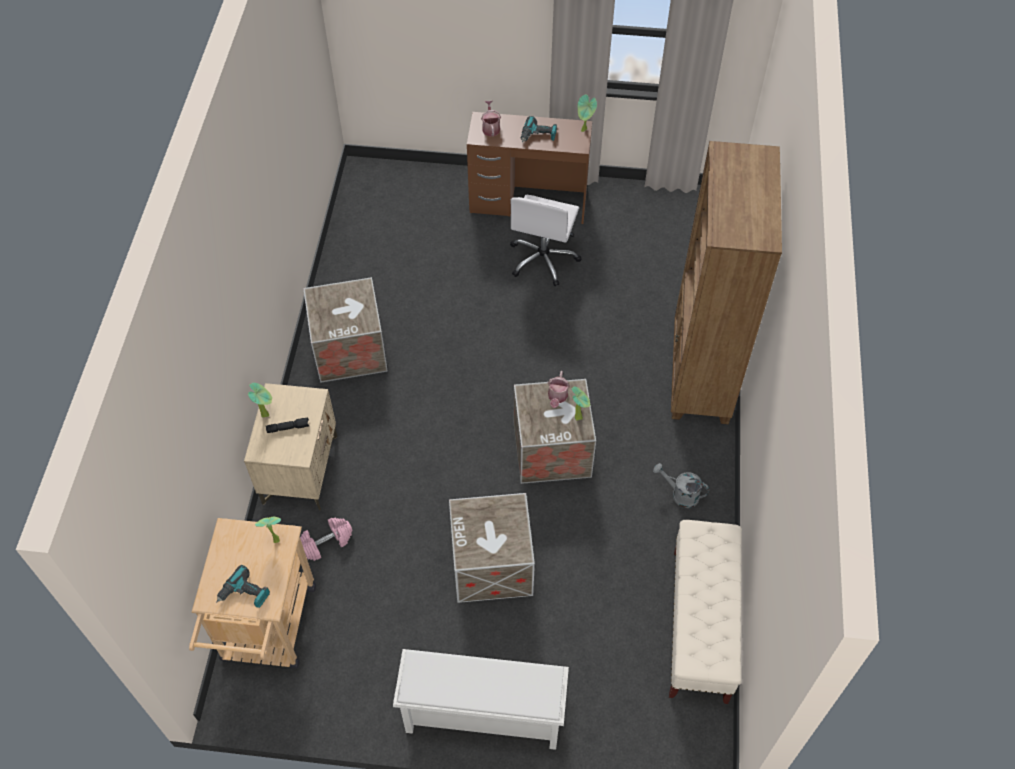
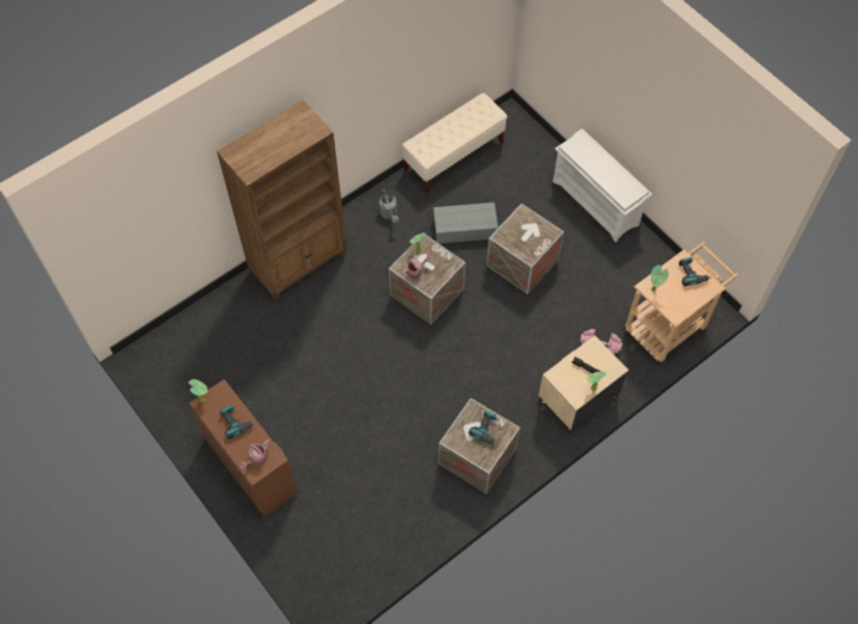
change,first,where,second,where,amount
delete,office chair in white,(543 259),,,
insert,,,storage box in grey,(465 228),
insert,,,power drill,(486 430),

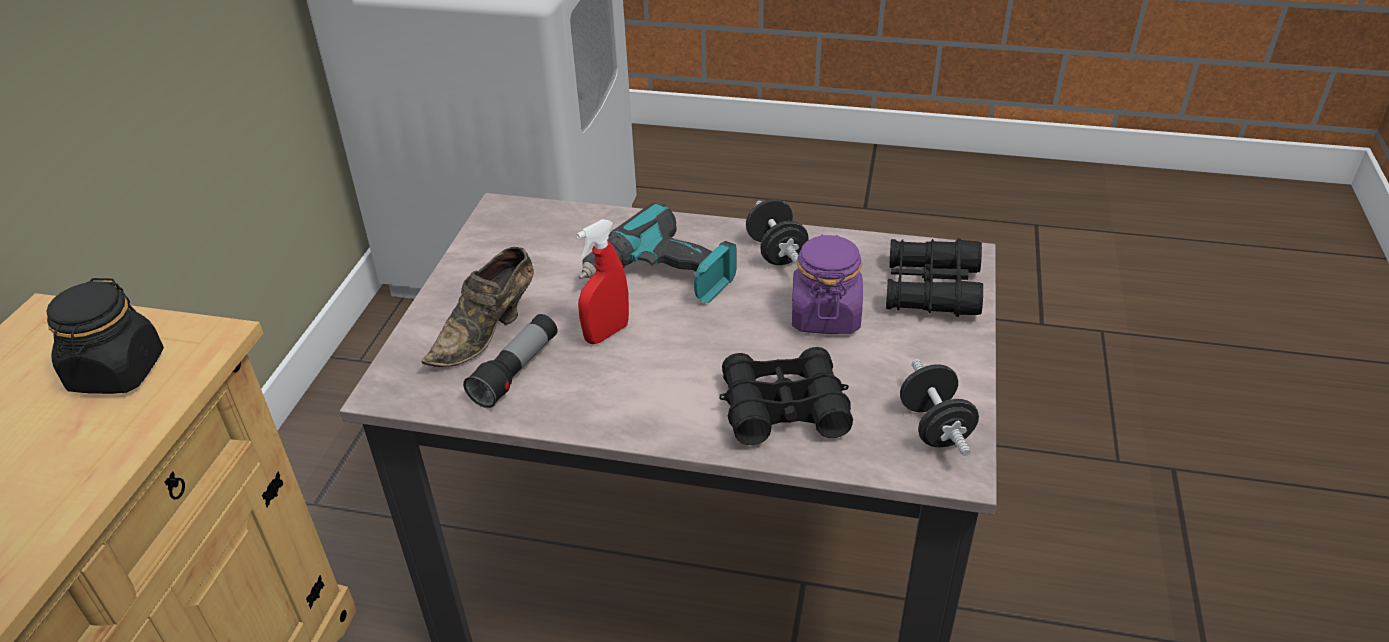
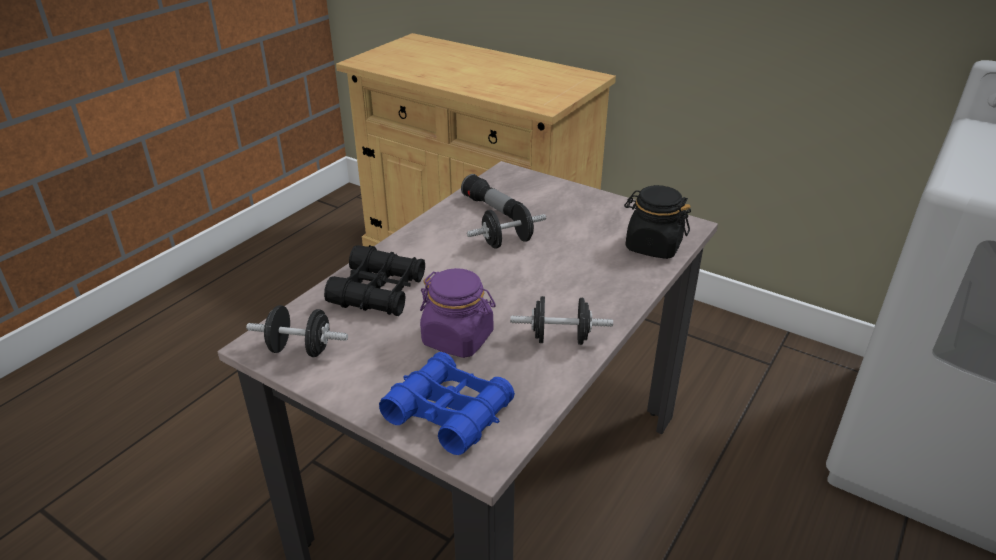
change,first,where,second,where,amount
delete,power drill,(662 277),,,
replace,spray bottle in red,(606 333),dumbbell in black,(507 242),
recolor,binoculars in black,(931 289),binoculars in blue,(449 412),
delete,shoe in brown,(488 332),,,
move,jar in black,(117 372),,(653 246),

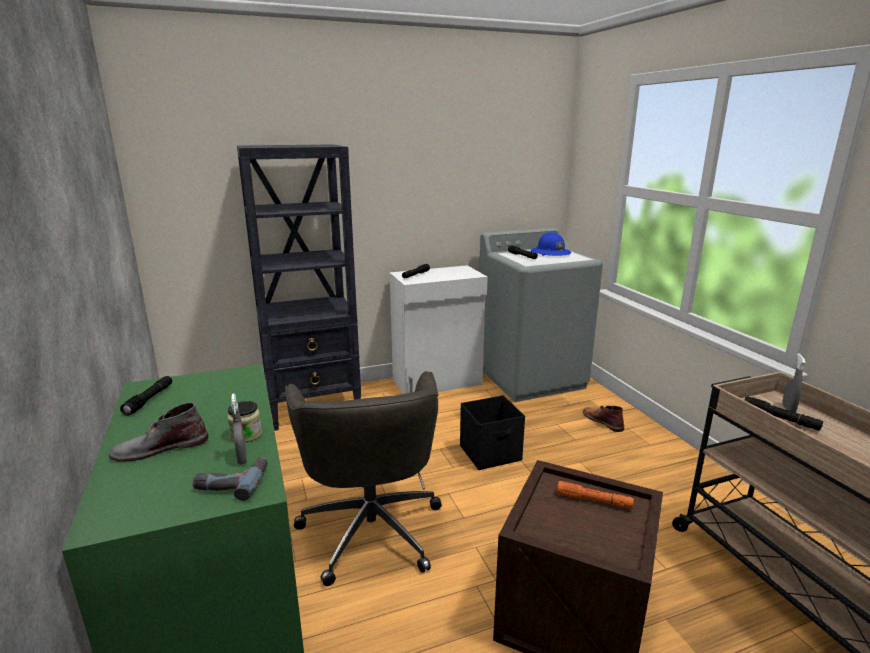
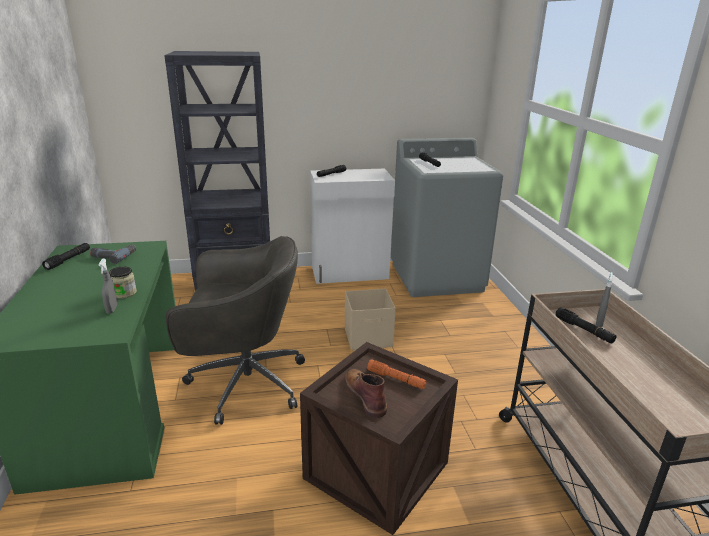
change,first,where,second,where,amount
delete,hard hat in blue,(550 253),,,
rotate,office chair in grey,(371 527),,(243 383),90 degrees counterclockwise
recolor,storage box in black,(491 453),storage box in beige,(369 338),
delete,boot in grey,(160 448),,,
move,boot in brown,(602 421),,(365 394),
move,power drill,(232 482),,(113 256),

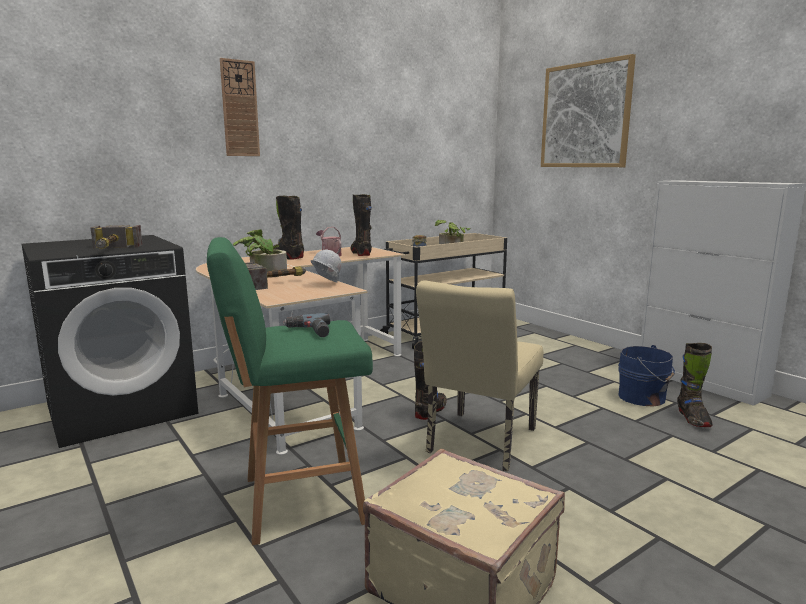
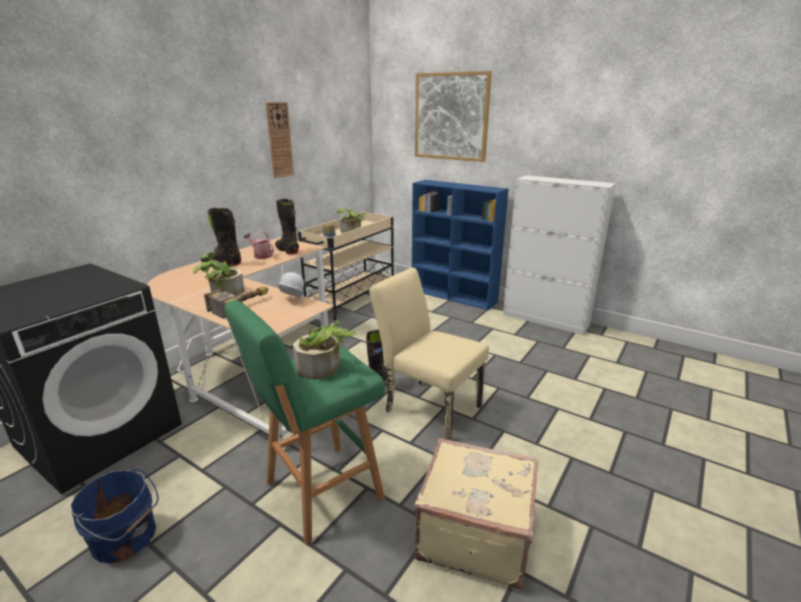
change,first,where,second,where,amount
move,wall clock,(240 108),,(279 140),
delete,hammer,(111 250),,,
rotate,chair in beige,(478 444),,(427 406),120 degrees clockwise
replace,power drill,(309 331),potted plant,(324 368),
delete,boot in black,(692 418),,,
move,bucket in blue,(644 398),,(126 538),
insert,,,bookcase in blue,(454 296),

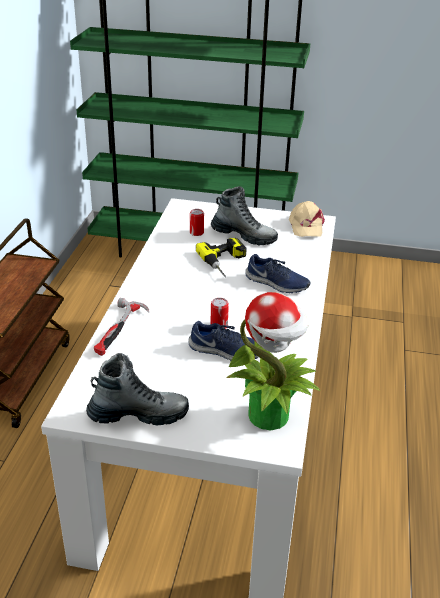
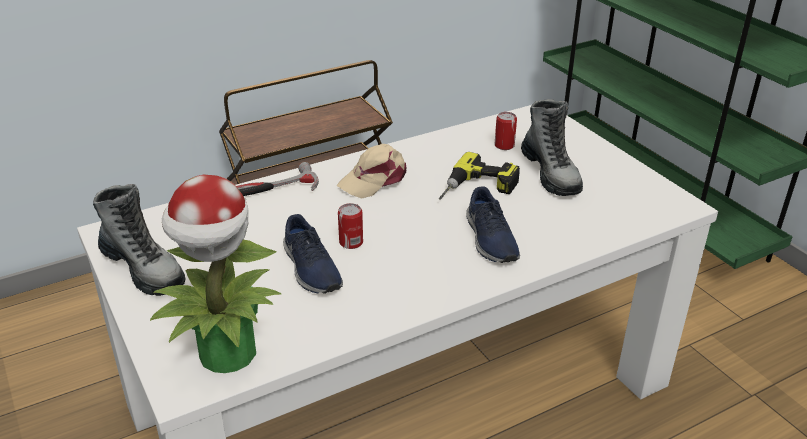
change,first,where,second,where,amount
move,cap in beige,(306 226),,(374 179),

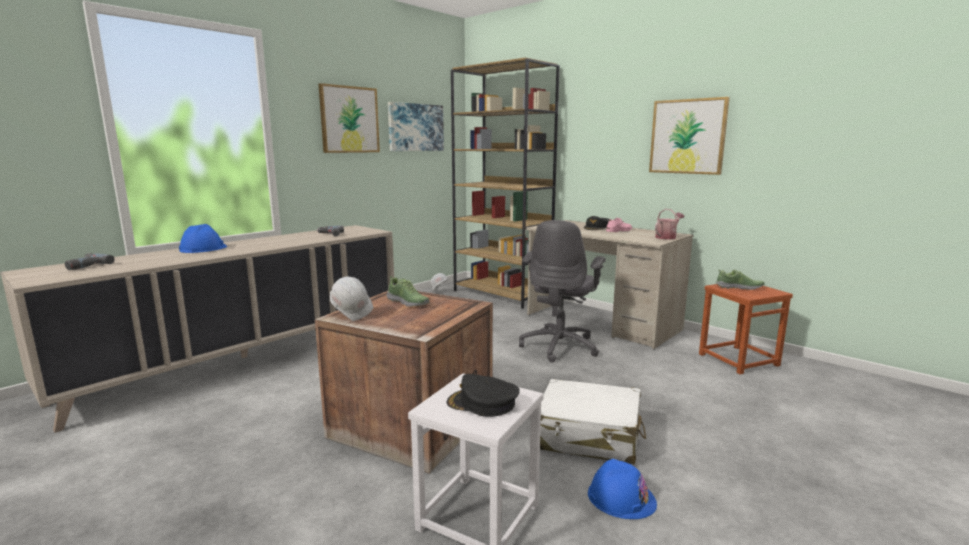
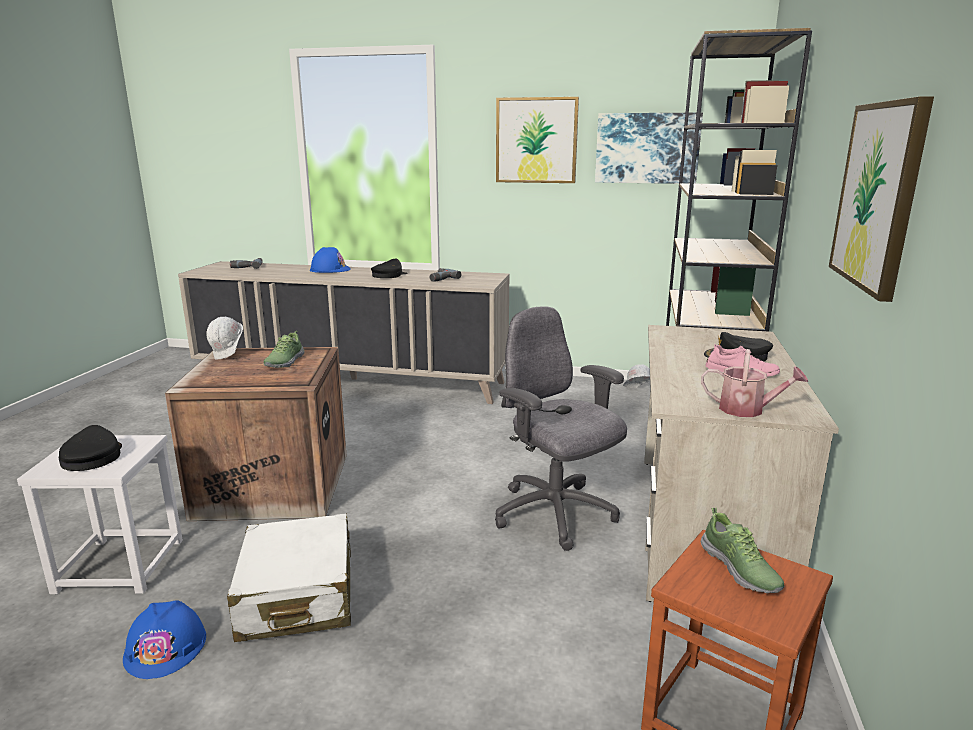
change,first,where,second,where,amount
rotate,office chair in grey,(560 346),,(555 515),60 degrees clockwise
insert,,,cap in black,(389 275),

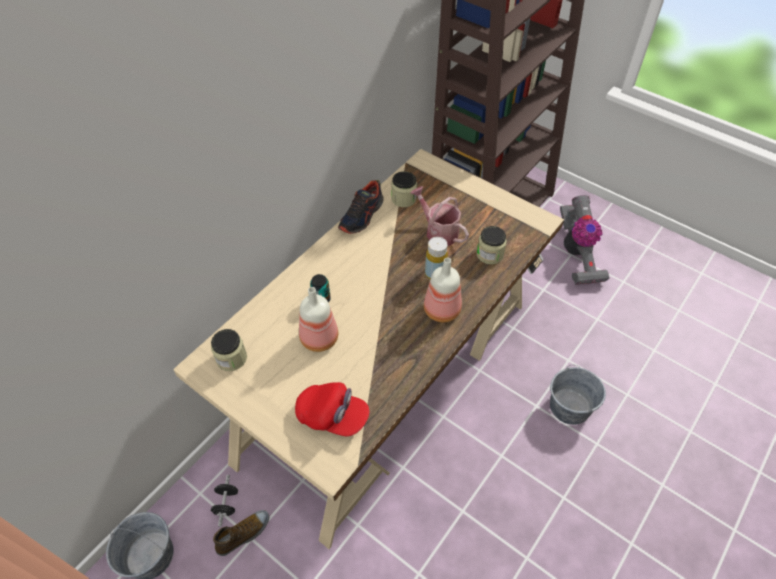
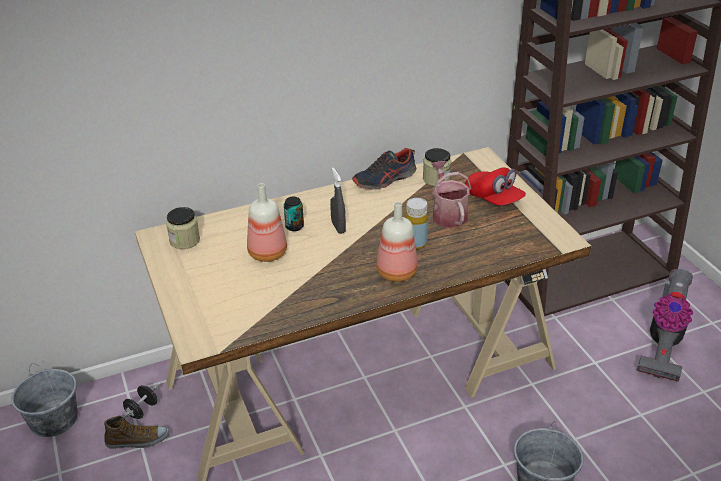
change,first,where,second,where,amount
delete,jar,(489 254),,,
move,cap in red,(332 416),,(493 199),
insert,,,spray bottle in grey,(338 227),

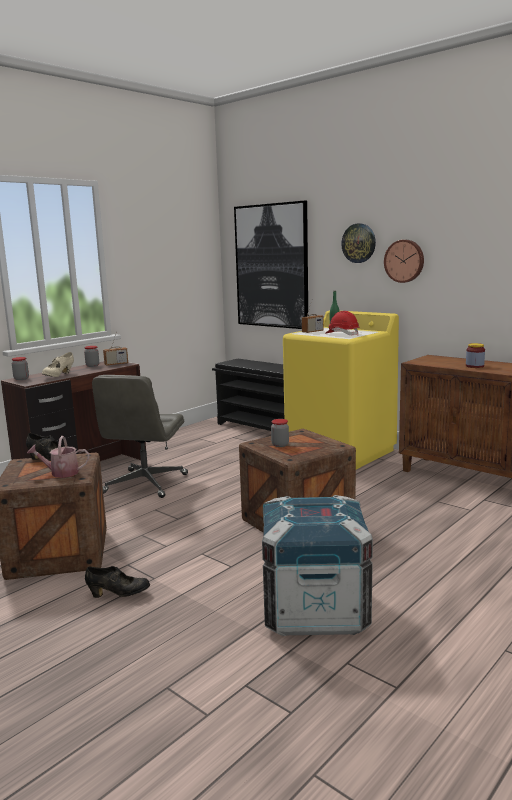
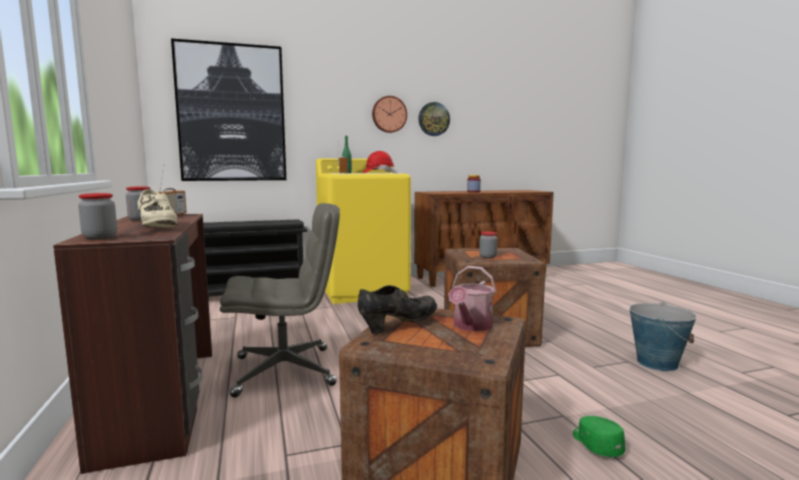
change,first,where,second,where,amount
move,wall clock,(359 243),,(434 119),
rotate,office chair in grey,(145 484),,(285 370),60 degrees counterclockwise
replace,crate,(315 610),bucket,(657 363),
replace,shoe in black,(118 595),cap in green,(596 444),

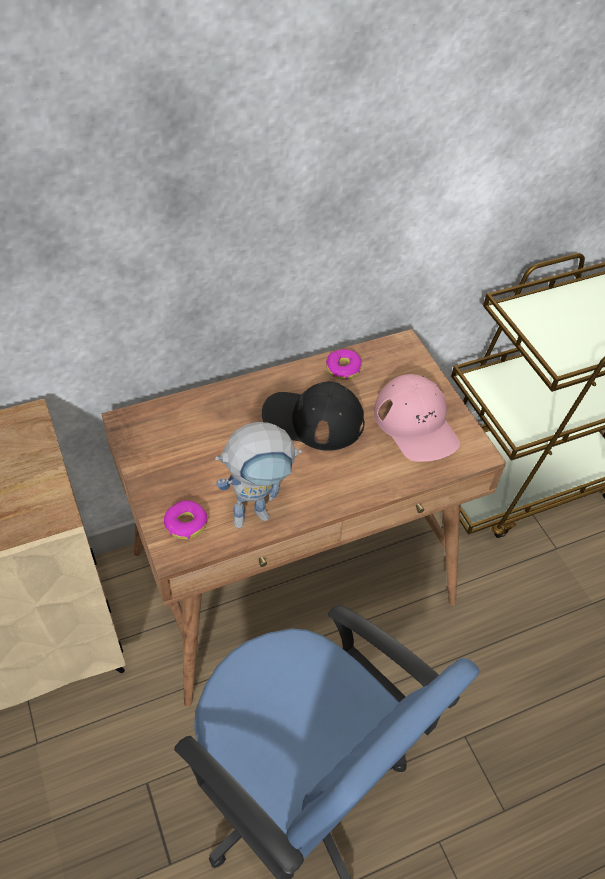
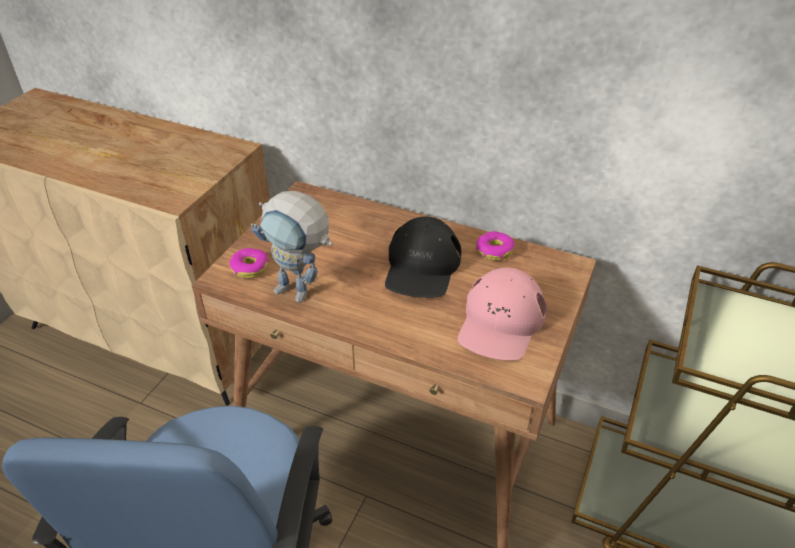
change,first,where,second,where,amount
rotate,cap in black,(312 420),,(422 267),135 degrees counterclockwise

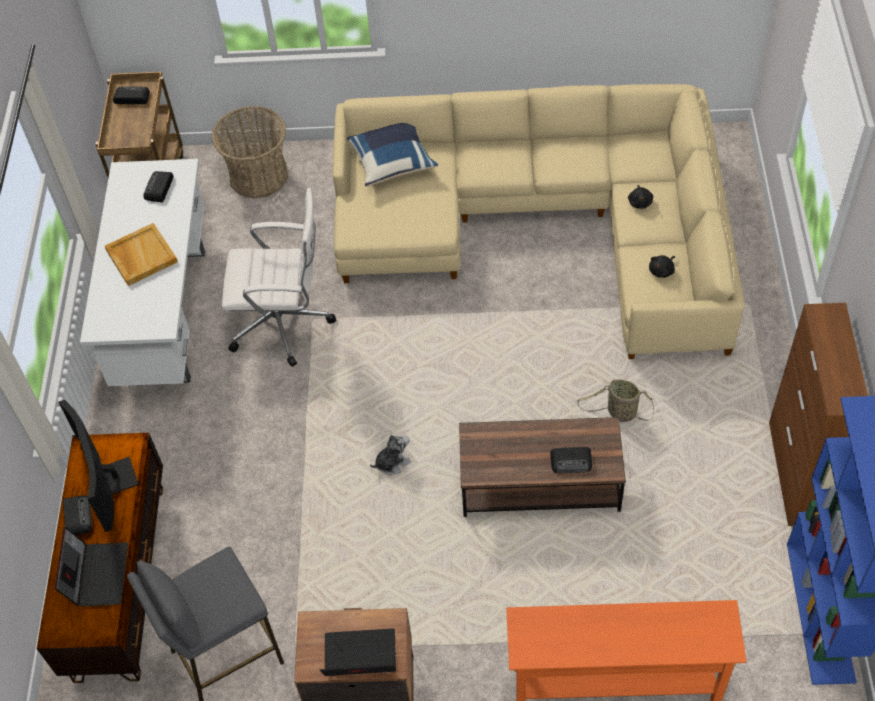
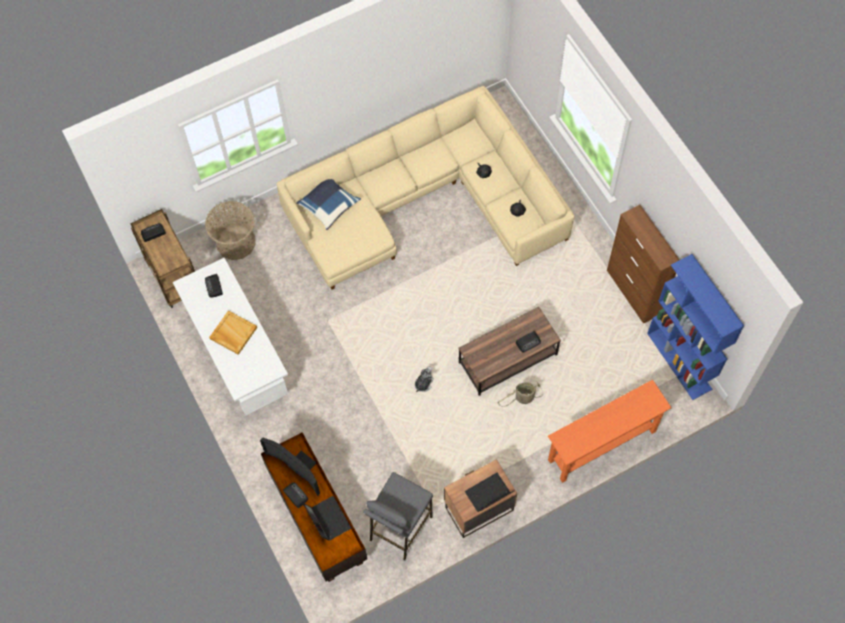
change,first,where,second,where,amount
delete,office chair in white,(283 323),,,
move,basket,(619 412),,(523 398),

